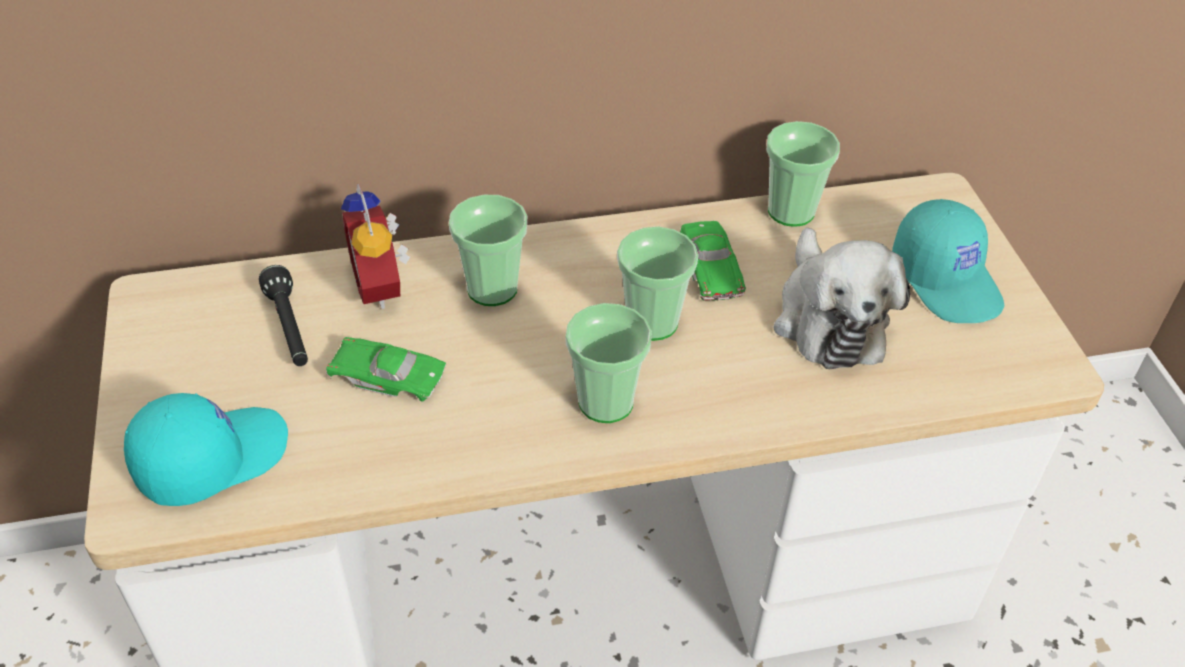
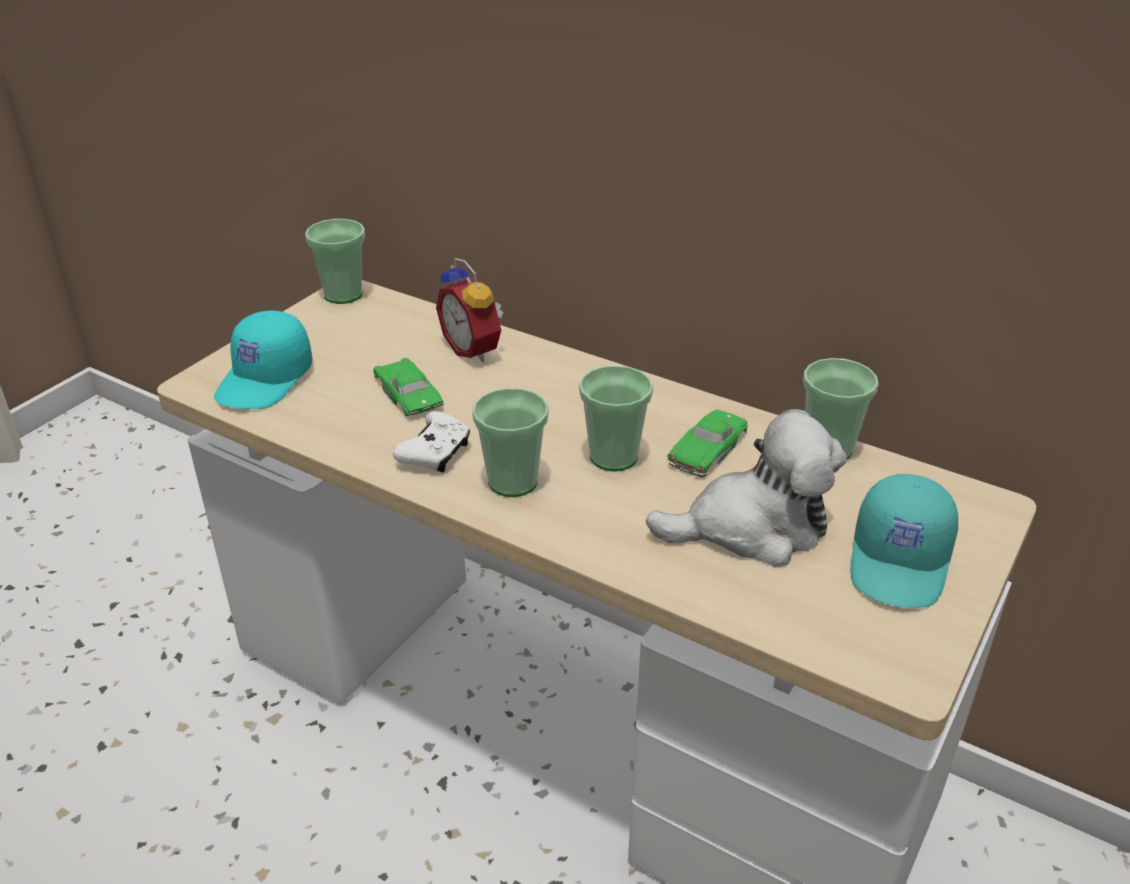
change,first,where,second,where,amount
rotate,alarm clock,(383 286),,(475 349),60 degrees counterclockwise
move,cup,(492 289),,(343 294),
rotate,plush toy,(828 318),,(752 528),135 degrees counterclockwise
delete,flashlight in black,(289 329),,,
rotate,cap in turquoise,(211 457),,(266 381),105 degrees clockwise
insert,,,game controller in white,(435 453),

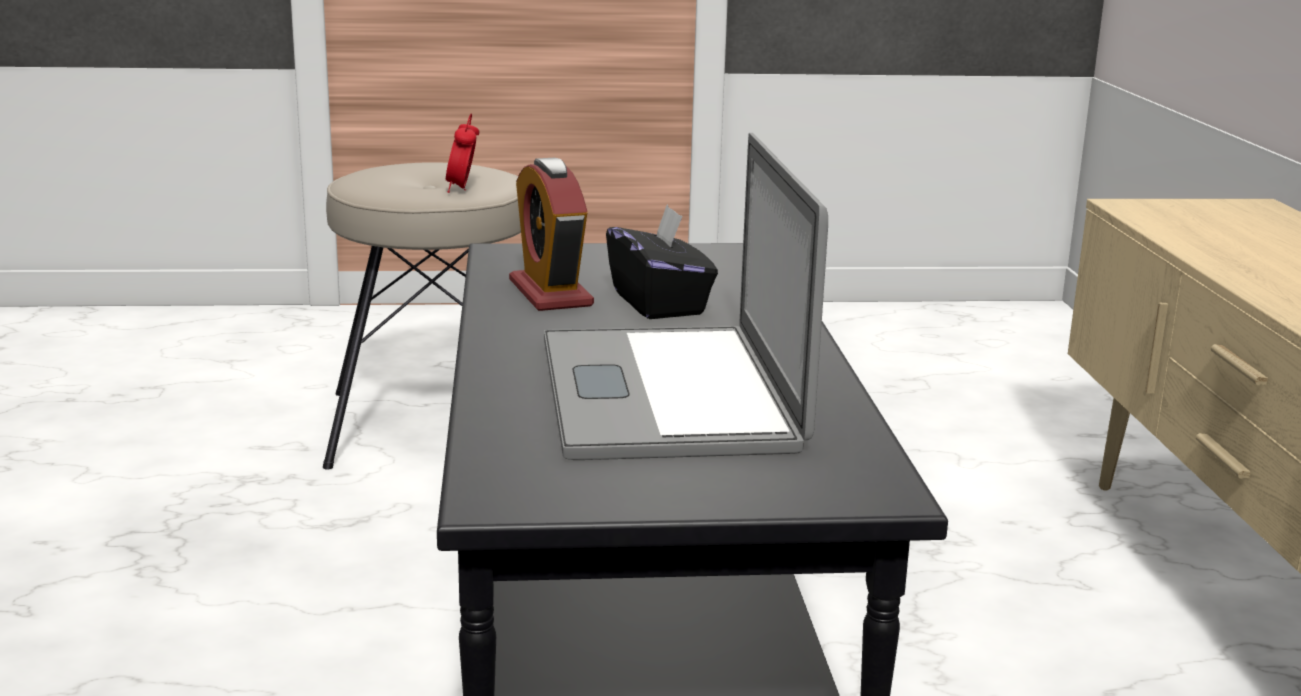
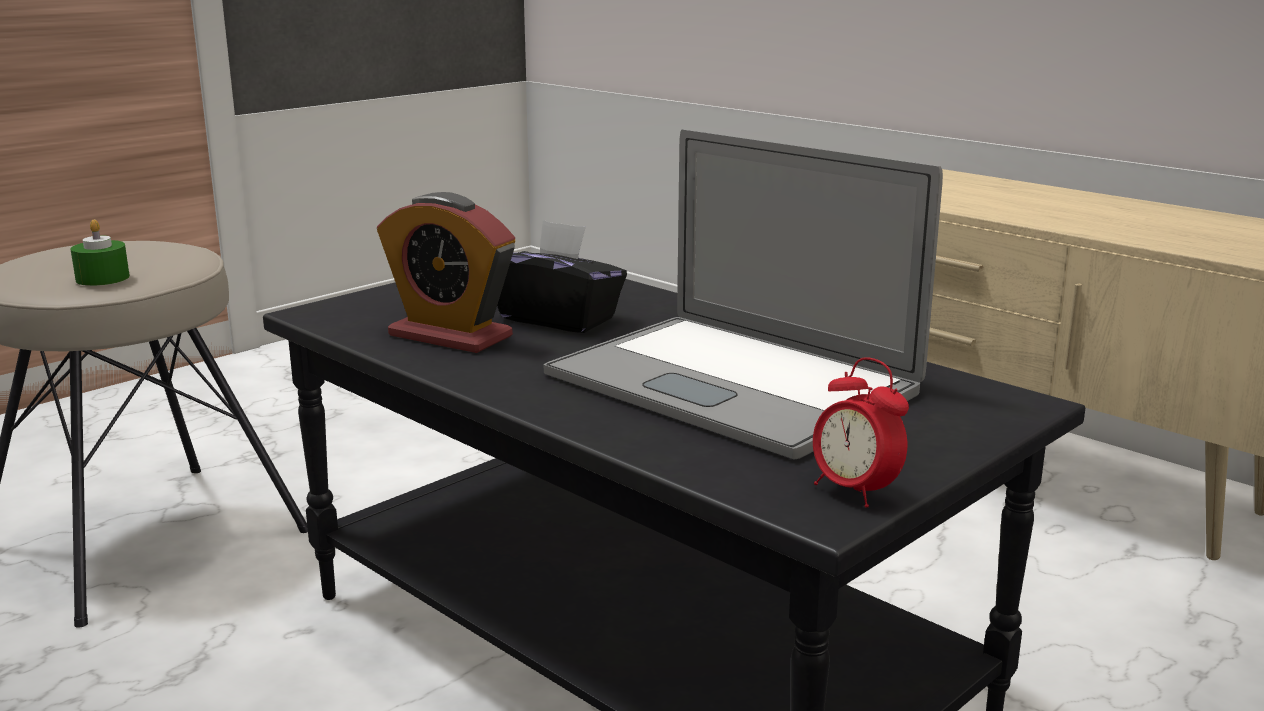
change,first,where,second,where,amount
move,alarm clock,(462 189),,(854 491),
insert,,,candle in green,(102 278),

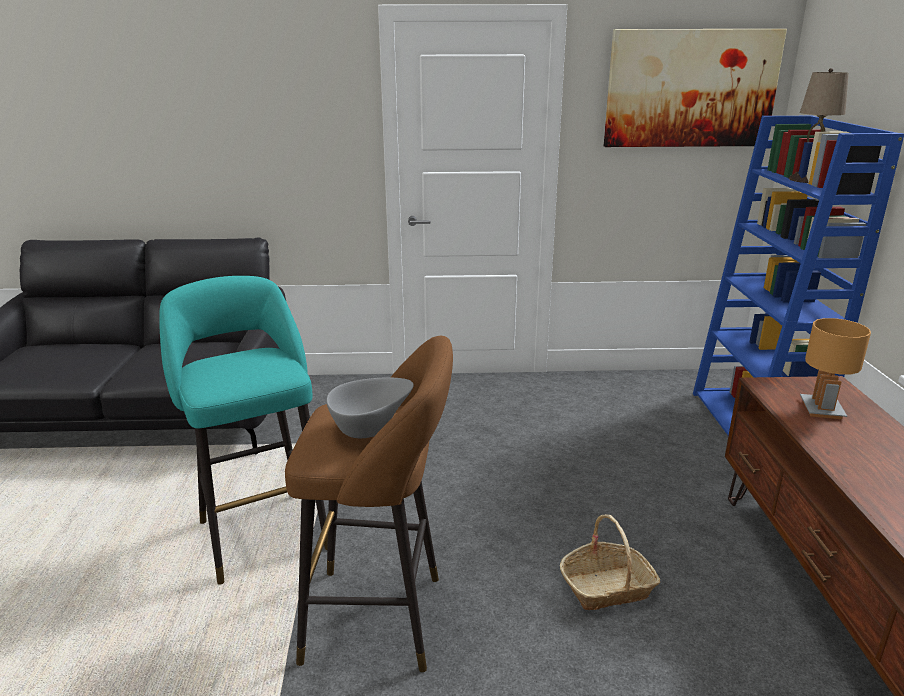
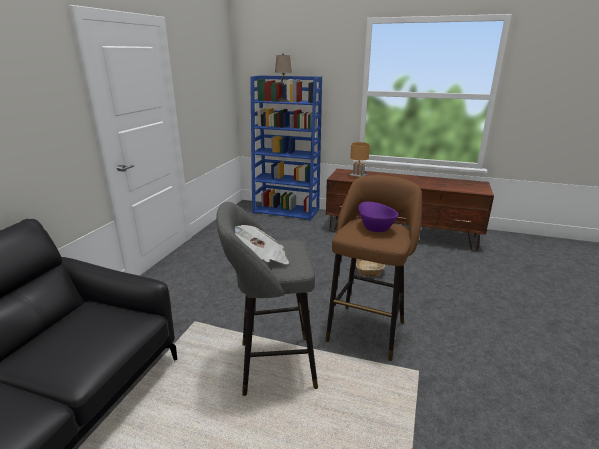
change,first,where,second,where,amount
delete,picture,(691 89),,,
recolor,stool in turquoise,(261 530),stool in grey,(271 365),
recolor,bowl in grey,(370 427),bowl in purple,(375 227),
insert,,,newspaper,(261 258),

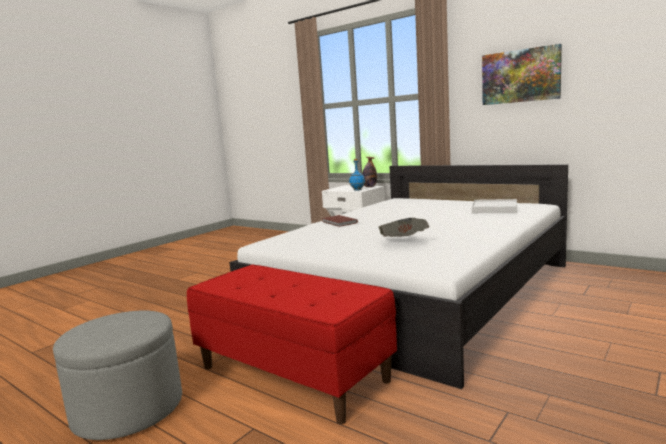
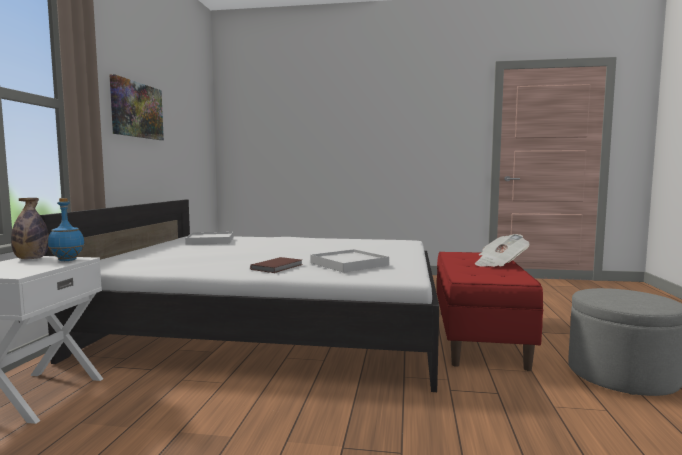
change,first,where,second,where,amount
move,newspaper,(404 242),,(499 264),
insert,,,tray in white,(349 264),

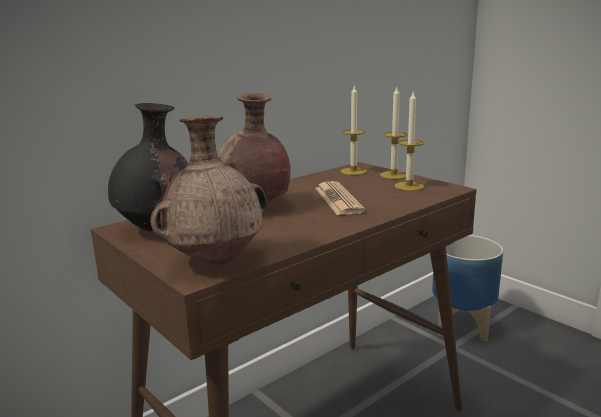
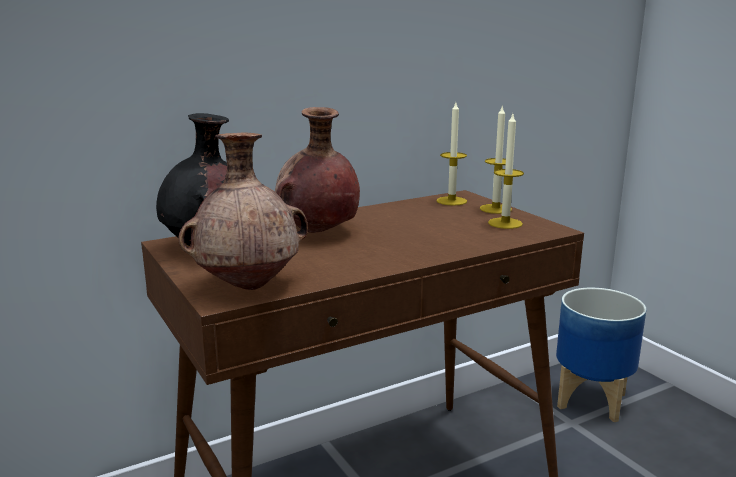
change,first,where,second,where,amount
delete,newspaper,(338 199),,,

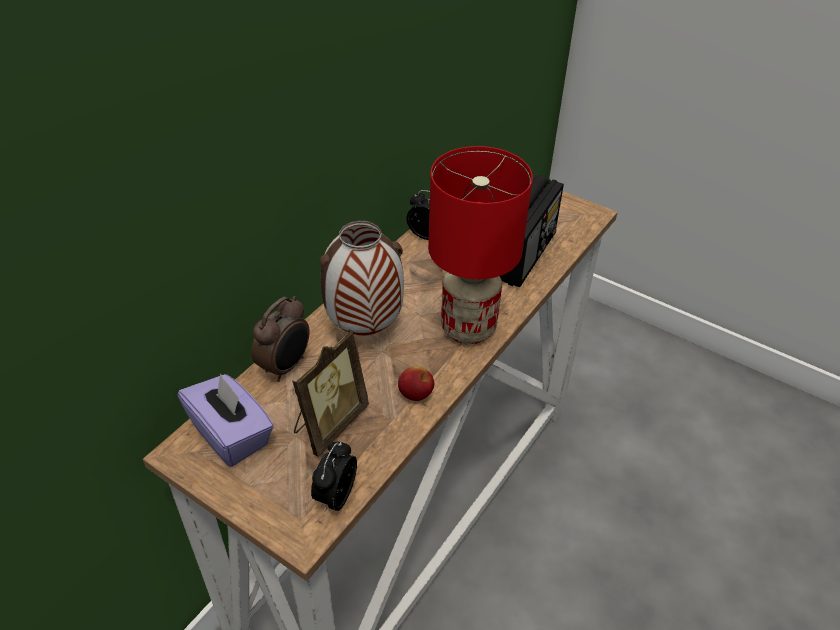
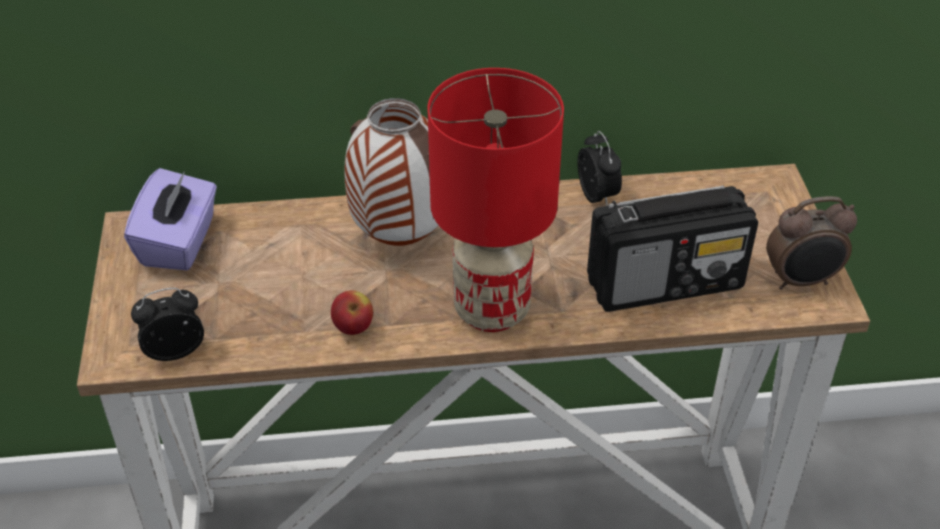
change,first,where,second,where,amount
move,alarm clock,(286 366),,(801 281),
delete,picture frame,(329 424),,,

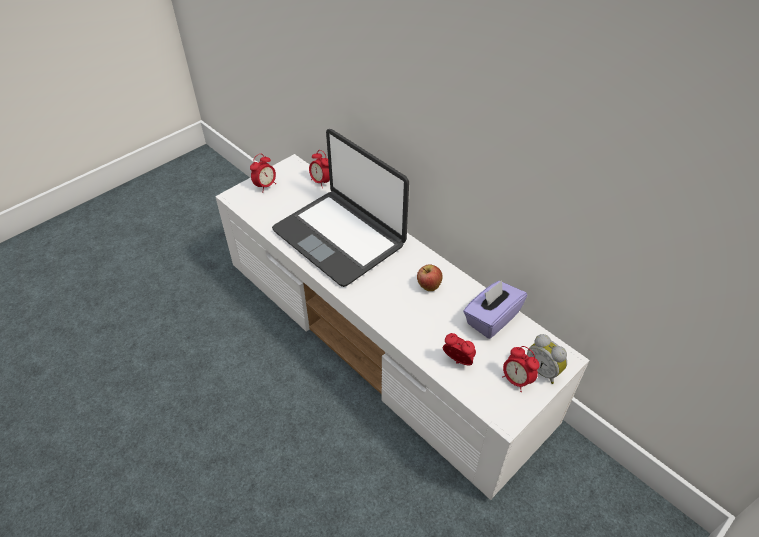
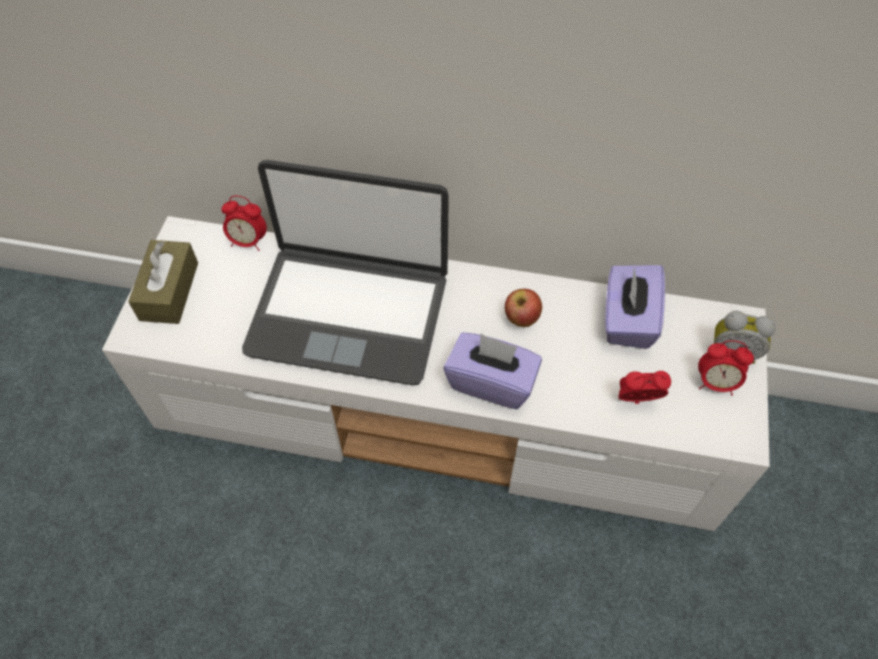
change,first,where,second,where,amount
replace,alarm clock,(265 186),tissue box in brown,(169 291),
insert,,,tissue box in purple,(491 382),

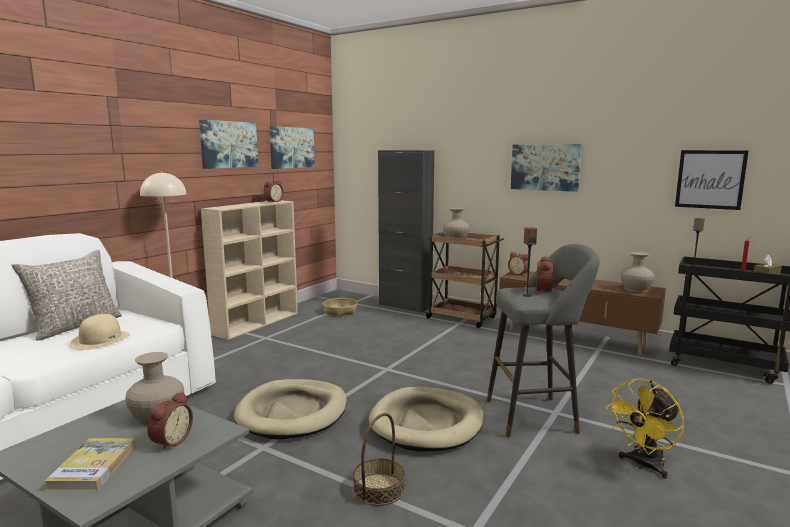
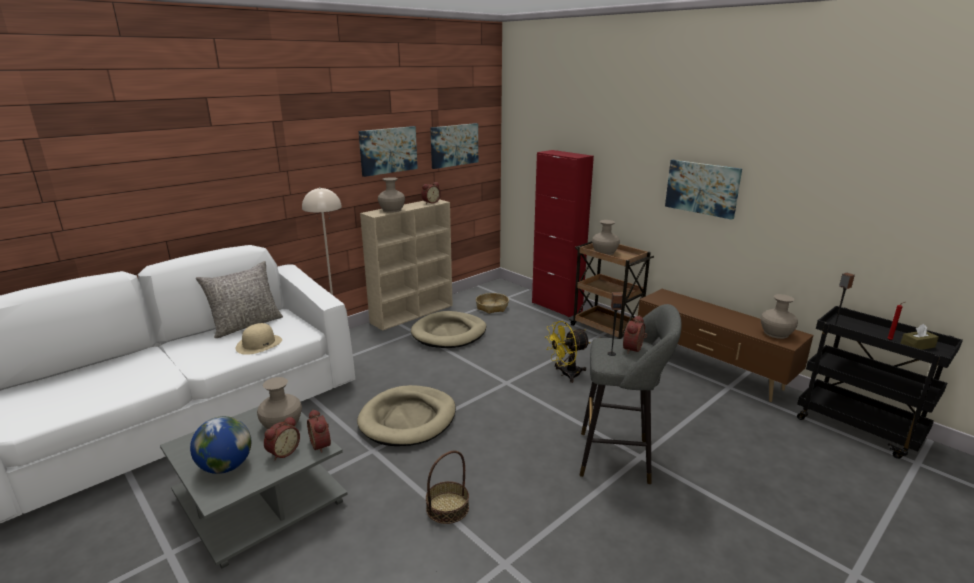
change,first,where,second,where,amount
recolor,cabinet in black,(405 306),cabinet in red,(556 306),
delete,picture,(710 179),,,
move,alarm clock,(519 274),,(322 444),
move,fan in yellow,(643 465),,(566 374),
move,dog bed in beige,(427 423),,(449 333),
replace,book,(93 467),globe,(226 467),
insert,,,vase in beige,(392 210),

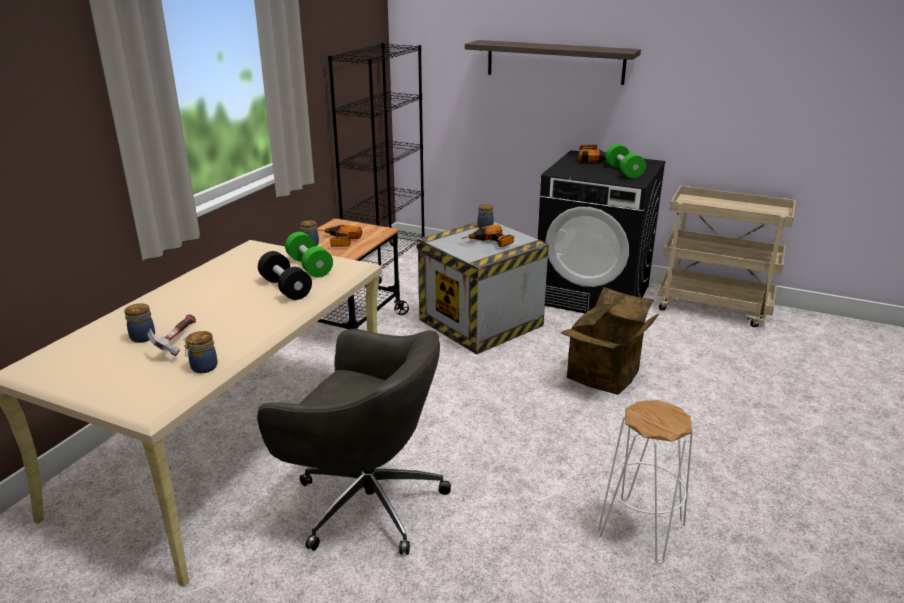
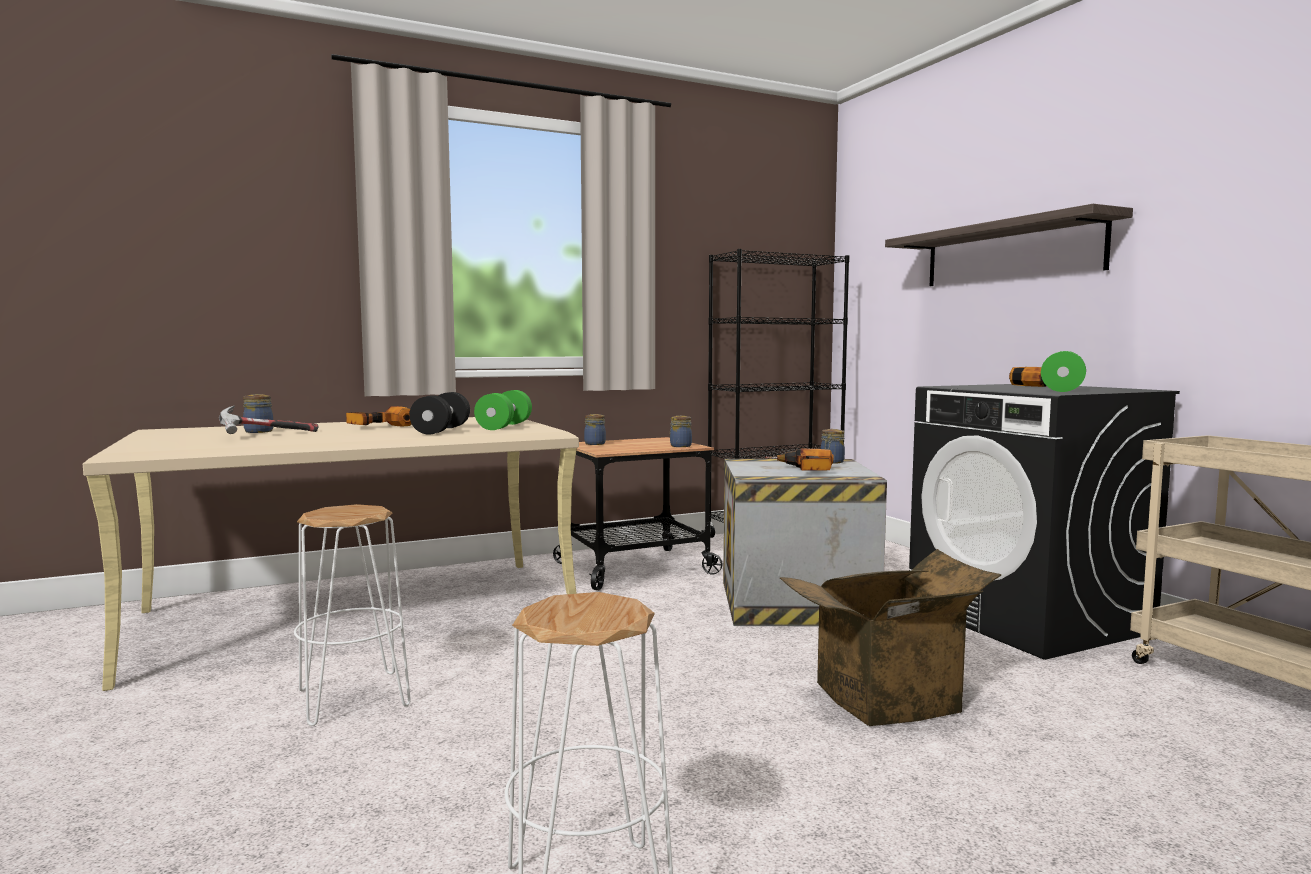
change,first,where,second,where,amount
move,power drill,(339 242),,(378 426),
replace,office chair in grey,(365 501),stool in white,(352 698),
move,jar,(203 367),,(680 446),

